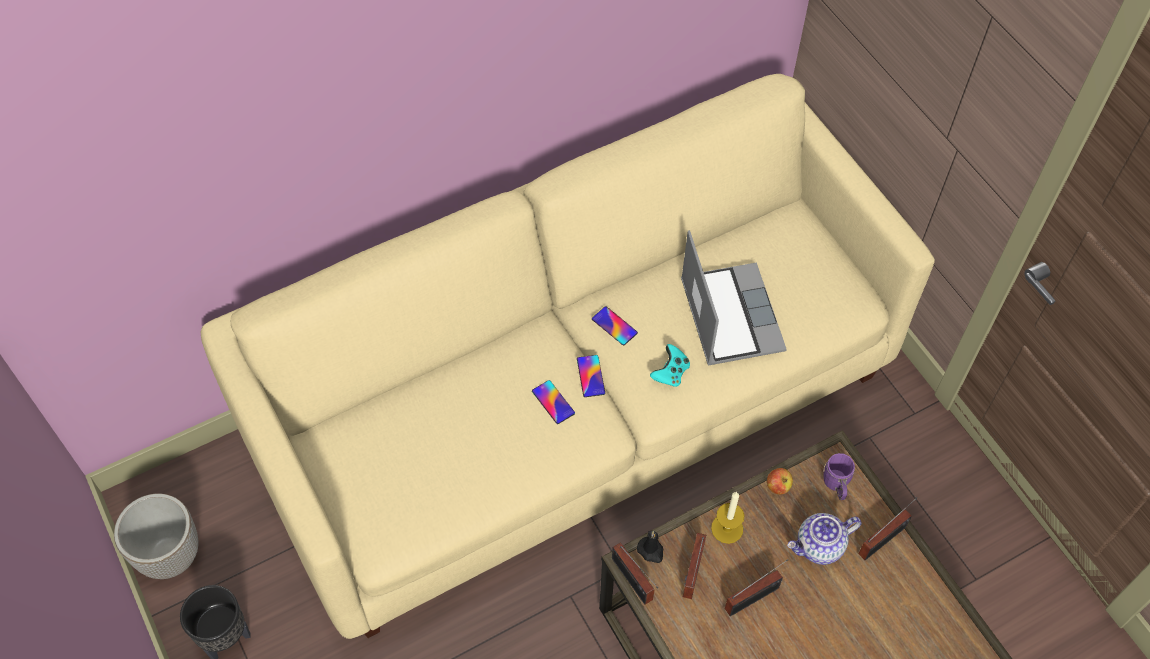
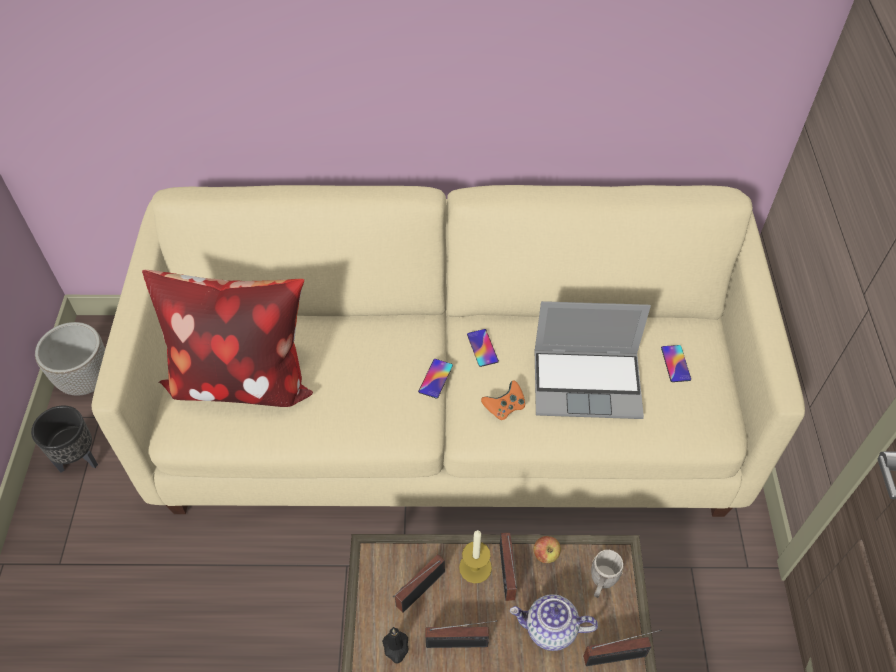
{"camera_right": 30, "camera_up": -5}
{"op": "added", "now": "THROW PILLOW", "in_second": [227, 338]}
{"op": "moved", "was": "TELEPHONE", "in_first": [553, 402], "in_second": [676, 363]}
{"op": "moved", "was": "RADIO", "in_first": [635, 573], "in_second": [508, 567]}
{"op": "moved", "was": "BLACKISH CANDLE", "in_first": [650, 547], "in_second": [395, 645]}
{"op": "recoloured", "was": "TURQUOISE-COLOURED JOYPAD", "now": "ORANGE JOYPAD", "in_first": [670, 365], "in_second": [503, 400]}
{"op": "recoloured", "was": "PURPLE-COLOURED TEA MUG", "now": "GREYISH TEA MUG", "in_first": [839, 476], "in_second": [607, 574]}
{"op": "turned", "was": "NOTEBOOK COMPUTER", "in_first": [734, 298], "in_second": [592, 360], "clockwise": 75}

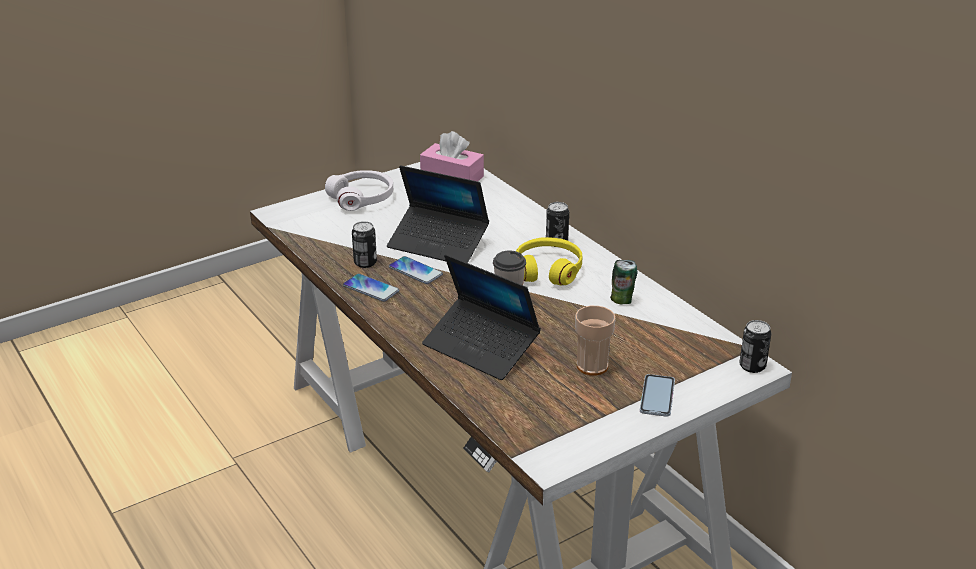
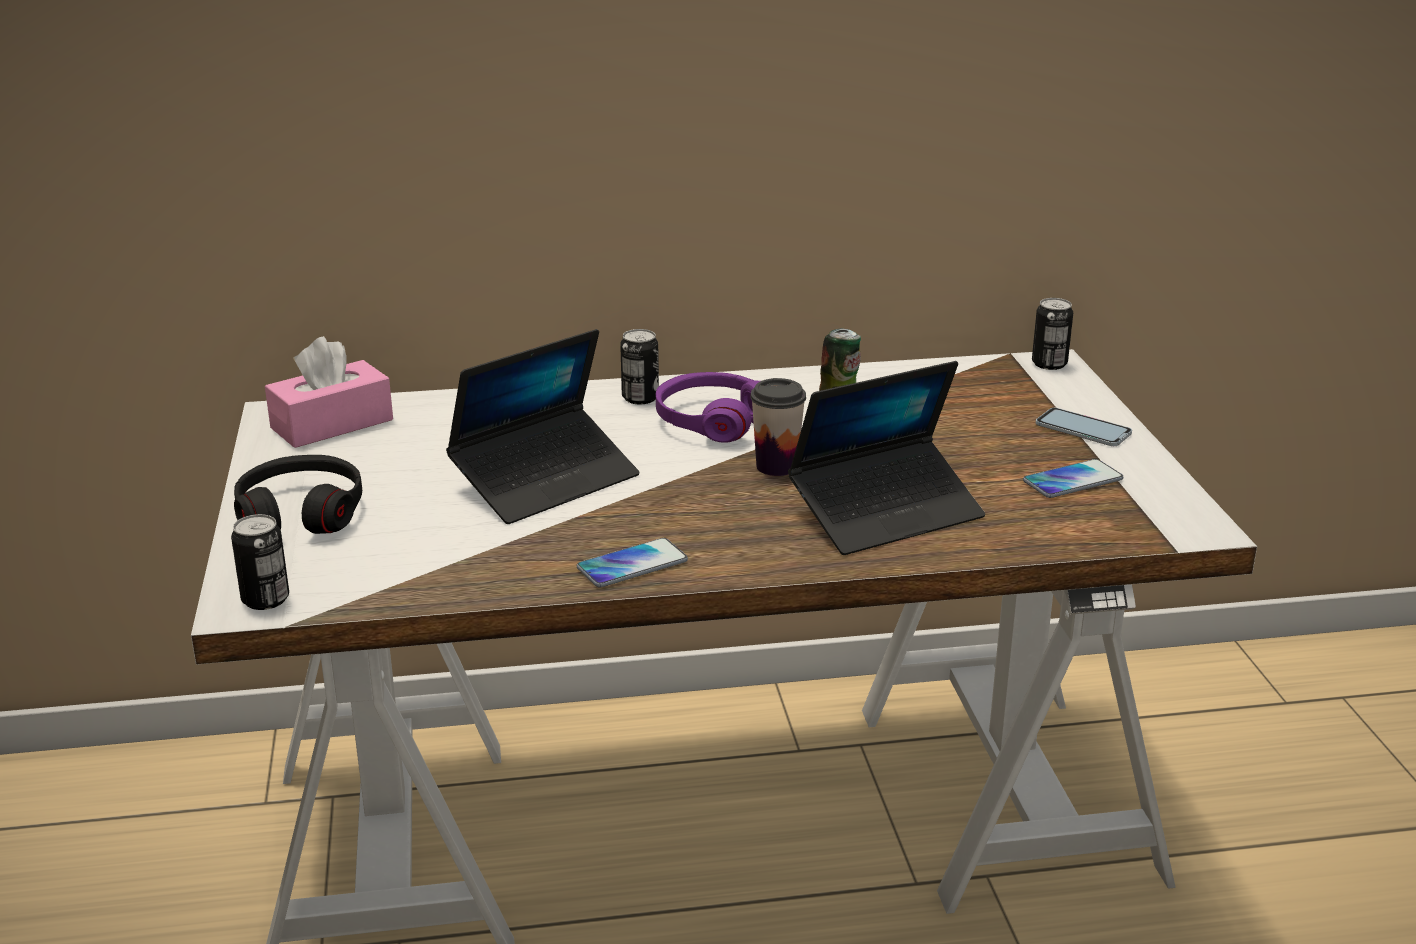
{"camera_right": -65, "camera_up": -5}
{"op": "removed", "was": "DRINKING CUP", "in_first": [595, 341]}
{"op": "moved", "was": "SEALED CAN", "in_first": [364, 244], "in_second": [260, 562]}
{"op": "moved", "was": "TELEPHONE", "in_first": [416, 270], "in_second": [1073, 478]}
{"op": "recoloured", "was": "WHITE-COLOURED HEADSET", "now": "BLACKISH HEADSET", "in_first": [359, 190], "in_second": [298, 494]}
{"op": "recoloured", "was": "YELLOW HEADSET", "now": "PURPLE-COLOURED HEADSET", "in_first": [549, 261], "in_second": [708, 407]}

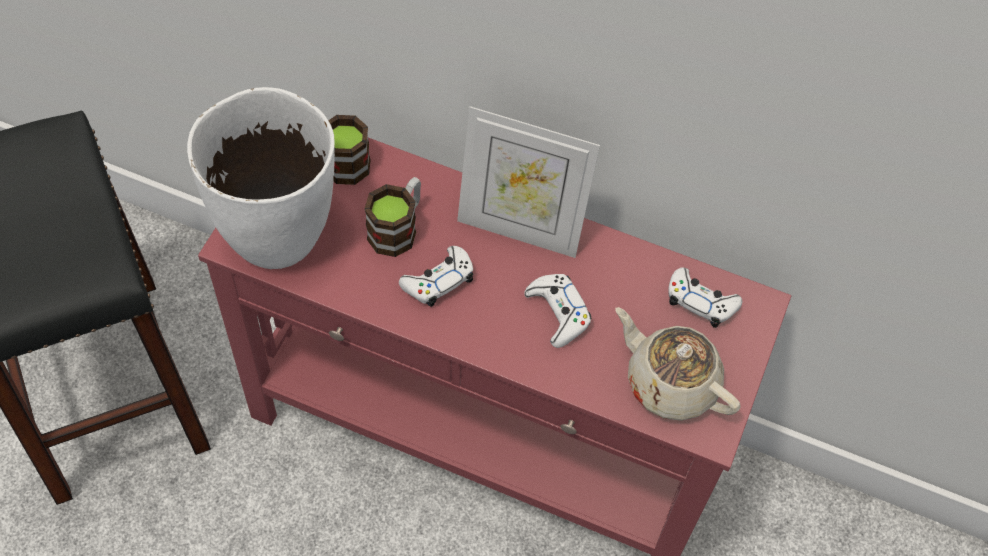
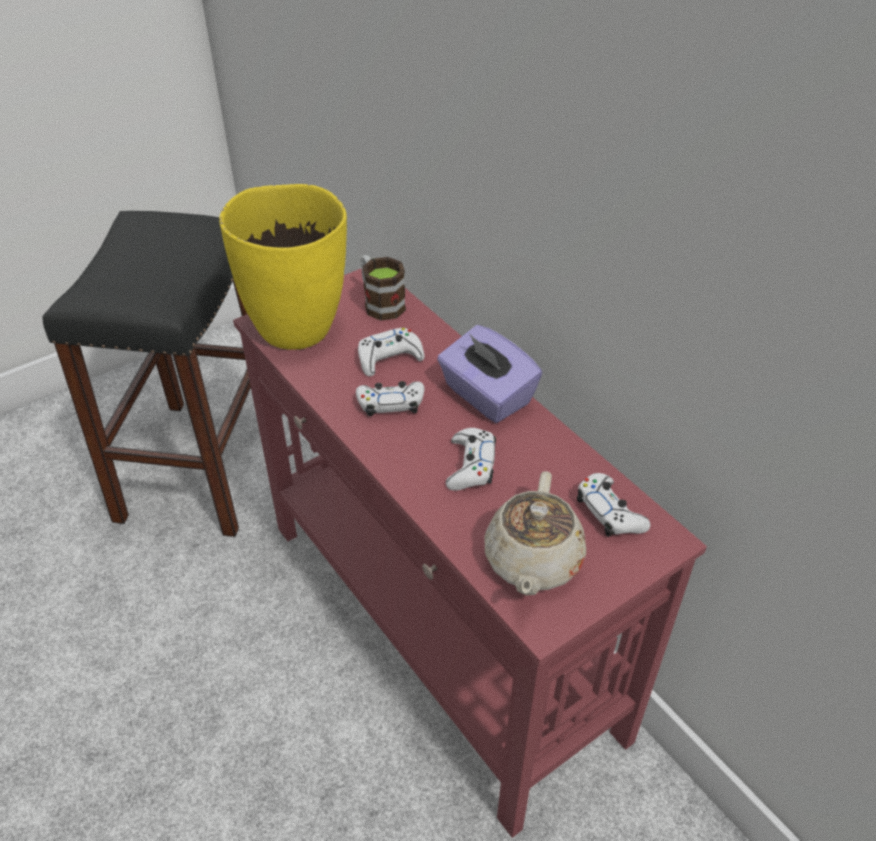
{"camera_right": 35, "camera_up": -15}
{"op": "replaced", "was": "TEA MUG", "now": "WHITE-COLOURED JOYPAD", "in_first": [392, 217], "in_second": [391, 352]}
{"op": "replaced", "was": "PHOTO FRAME", "now": "PURPLE-COLOURED TISSUE BOX", "in_first": [528, 182], "in_second": [490, 374]}
{"op": "recoloured", "was": "WHITE-COLOURED VASE", "now": "YELLOW VASE", "in_first": [261, 178], "in_second": [283, 267]}
{"op": "turned", "was": "SAND-COLOURED POT FOR TEA", "in_first": [678, 364], "in_second": [535, 533], "clockwise": -150}

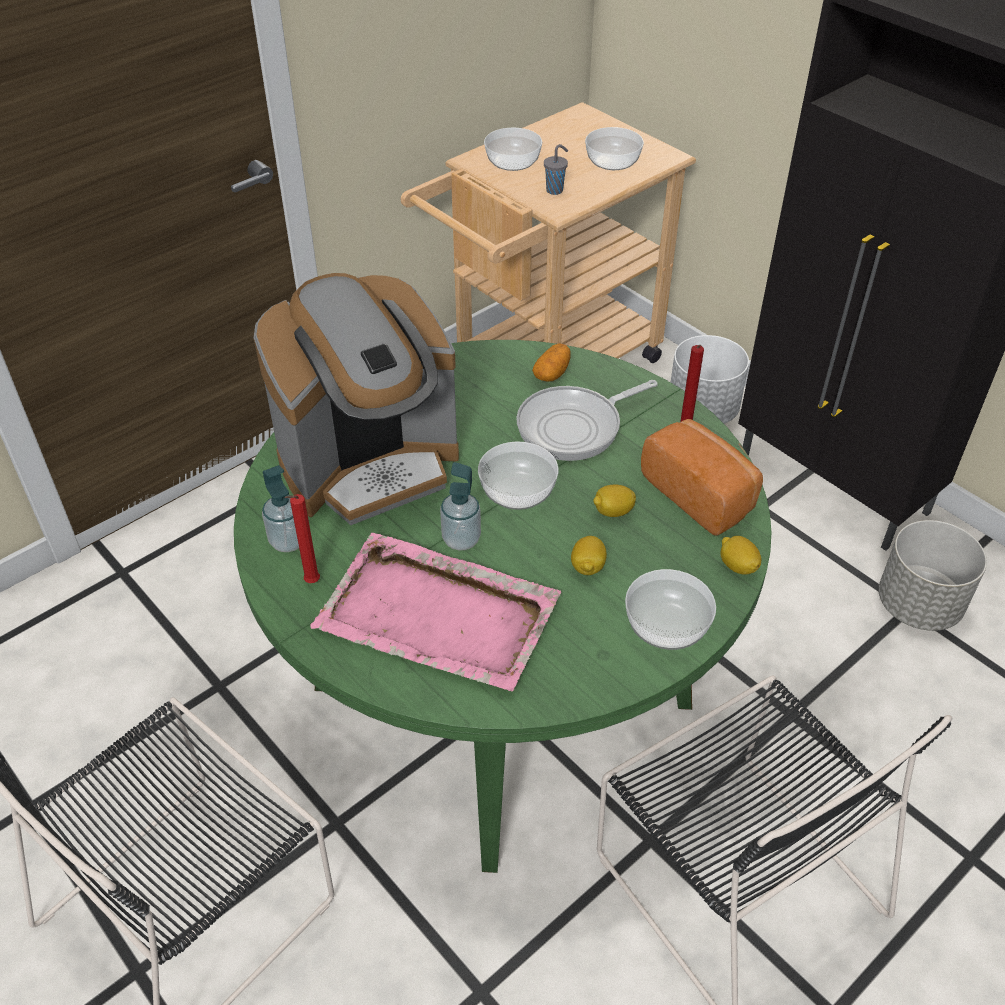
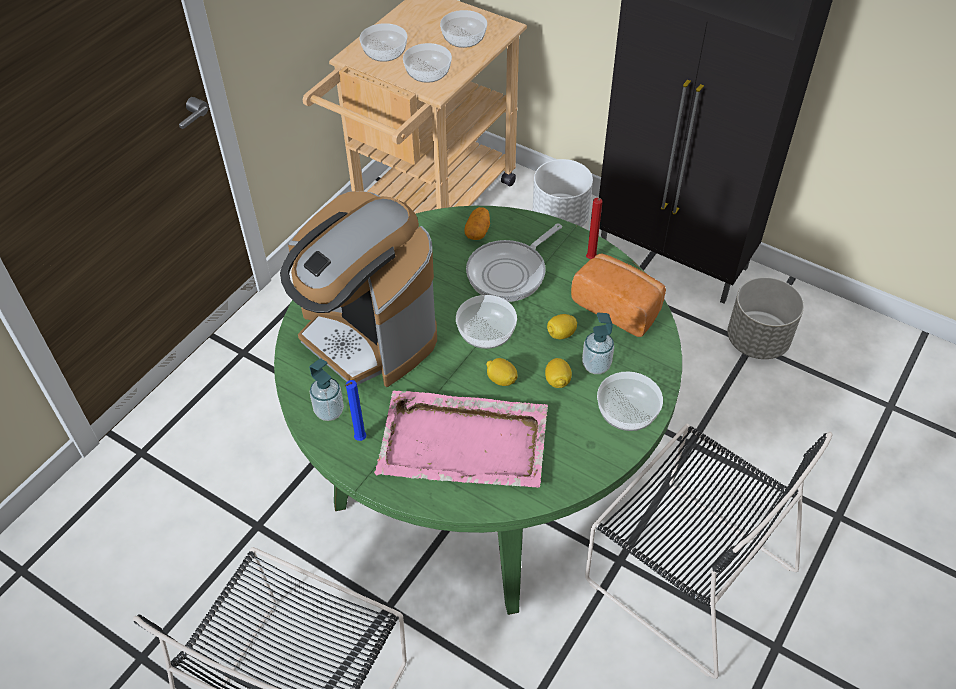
{"camera_right": -15, "camera_up": 5}
{"op": "moved", "was": "SOAP DISPENSER", "in_first": [460, 506], "in_second": [598, 343]}
{"op": "moved", "was": "CITRUS FRUIT", "in_first": [740, 555], "in_second": [502, 372]}
{"op": "replaced", "was": "GREYISH DRINKING CUP", "now": "BOWL", "in_first": [556, 169], "in_second": [427, 63]}
{"op": "recoloured", "was": "RED CANDLE", "now": "BLUISH CANDLE", "in_first": [302, 538], "in_second": [356, 410]}
{"op": "turned", "was": "COFFEE MACHINE", "in_first": [356, 399], "in_second": [358, 289], "clockwise": 90}

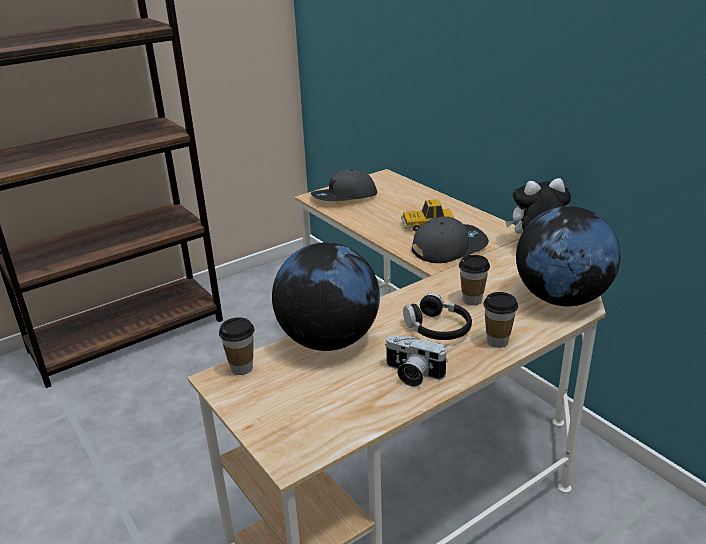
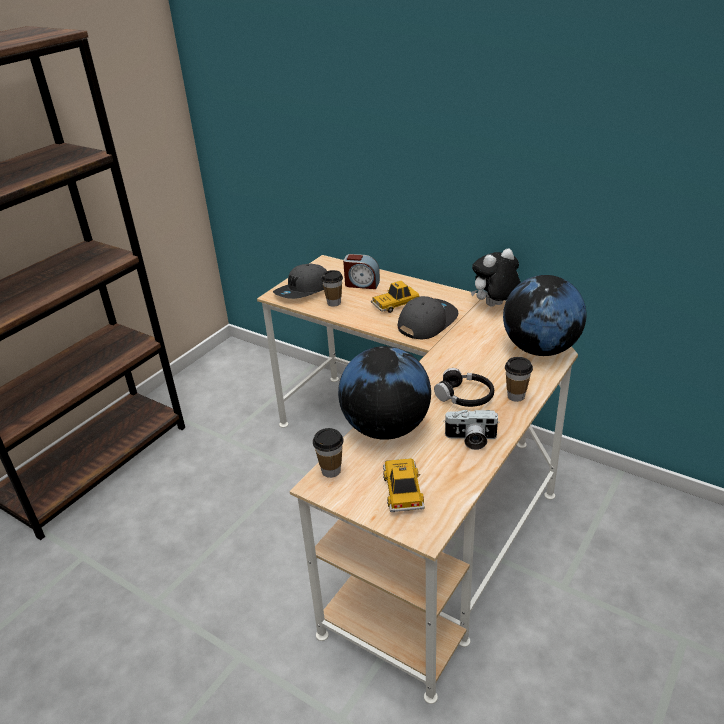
{"camera_right": -20, "camera_up": 5}
{"op": "added", "now": "TABLE CLOCK", "in_second": [361, 271]}
{"op": "added", "now": "TOY CAR", "in_second": [404, 485]}
{"op": "moved", "was": "DRINKING CUP", "in_first": [474, 280], "in_second": [332, 288]}

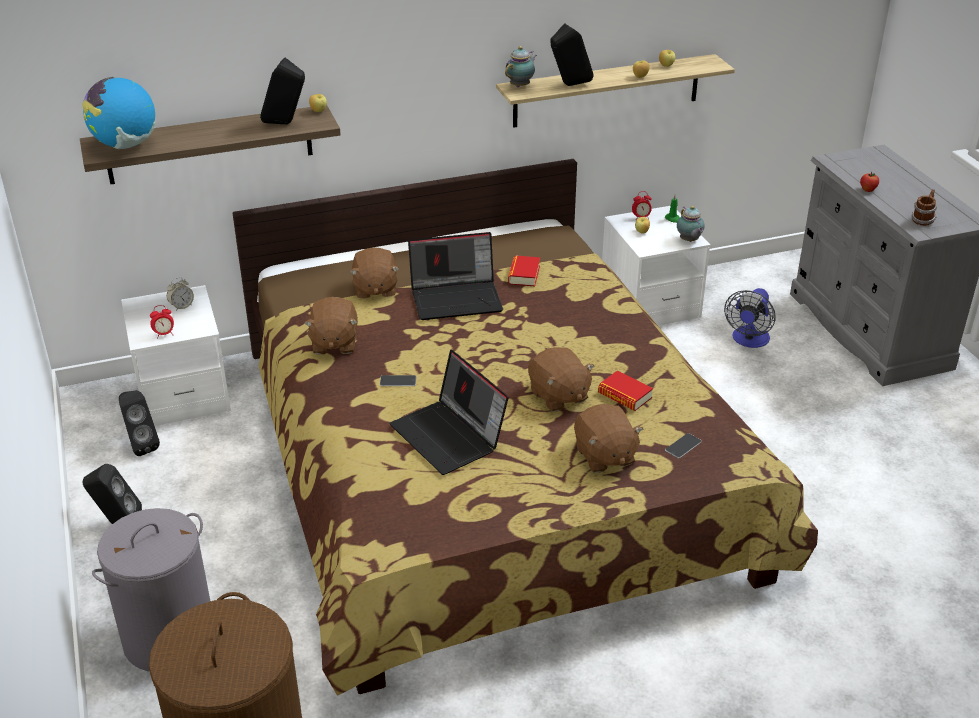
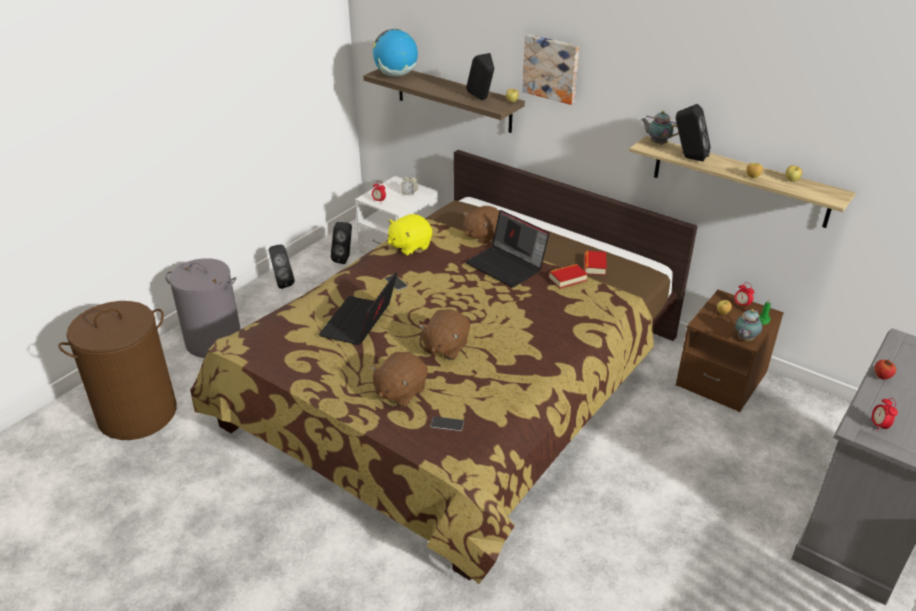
{"camera_right": 55, "camera_up": 0}
{"op": "removed", "was": "ELECTRIC FAN", "in_first": [750, 318]}
{"op": "added", "now": "WALL ART", "in_second": [550, 69]}
{"op": "moved", "was": "BOUND BOOK", "in_first": [625, 390], "in_second": [595, 263]}
{"op": "replaced", "was": "TEA MUG", "now": "TABLE CLOCK", "in_first": [924, 207], "in_second": [884, 415]}
{"op": "recoloured", "was": "BROWN-COLOURED CUDDLY TOY", "now": "YELLOW CUDDLY TOY", "in_first": [331, 326], "in_second": [410, 235]}
{"op": "recoloured", "was": "WHITE-COLOURED NIGHTSTAND", "now": "BROWN-COLOURED NIGHTSTAND", "in_first": [656, 265], "in_second": [730, 351]}
{"op": "turned", "was": "POT FOR TEA", "in_first": [521, 66], "in_second": [660, 128], "clockwise": -150}

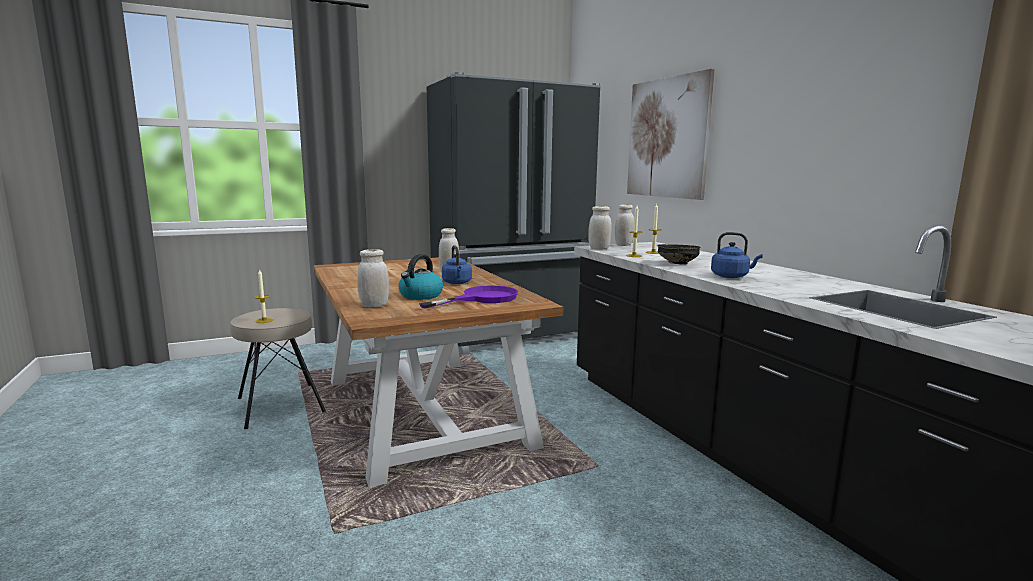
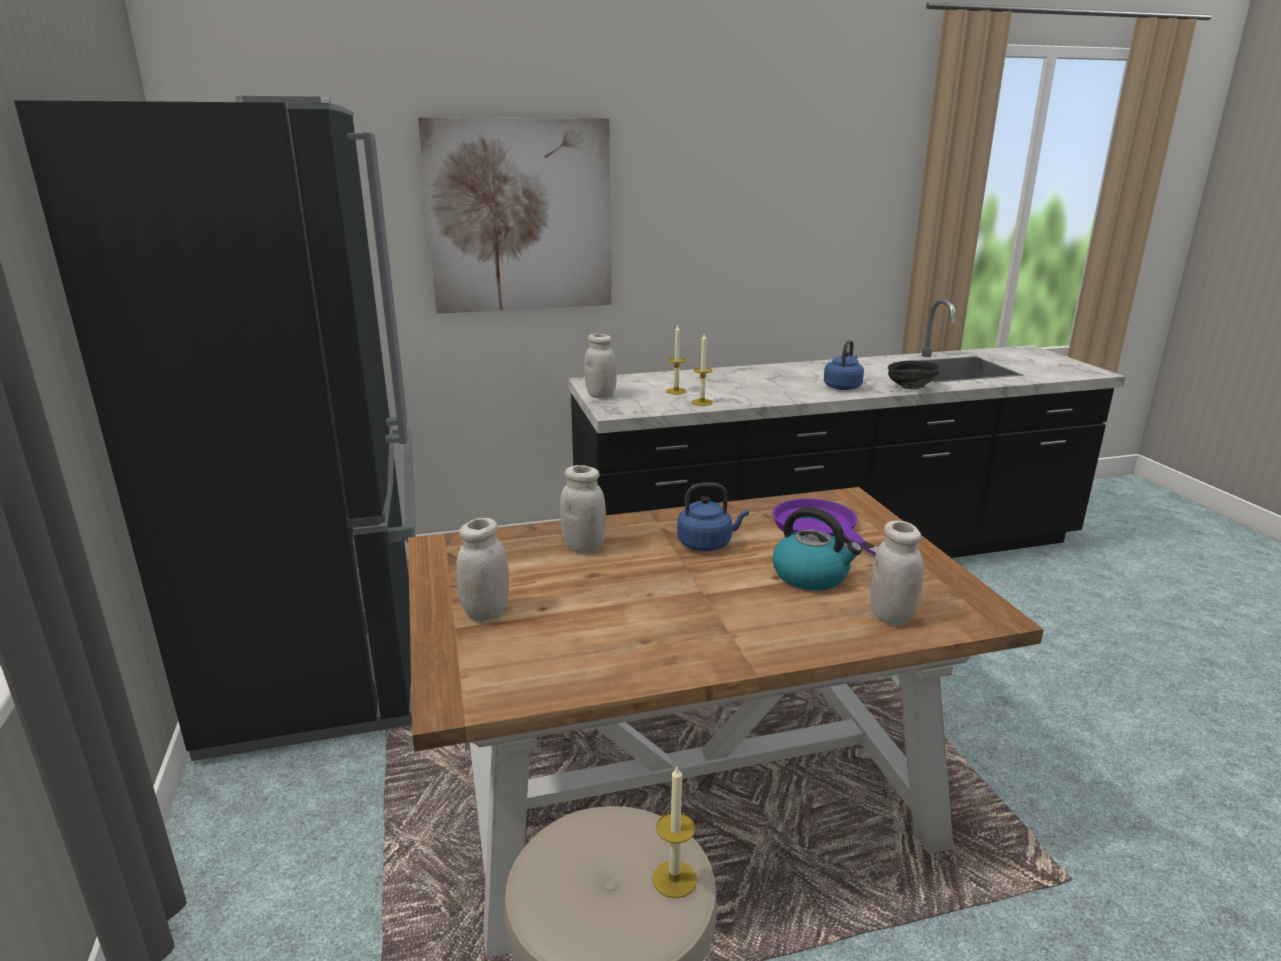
{"camera_right": -80, "camera_up": 10}
{"op": "moved", "was": "WHITE-COLOURED STORAGE JAR", "in_first": [600, 228], "in_second": [482, 570]}
{"op": "moved", "was": "BLACKISH BOWL", "in_first": [679, 254], "in_second": [914, 374]}

